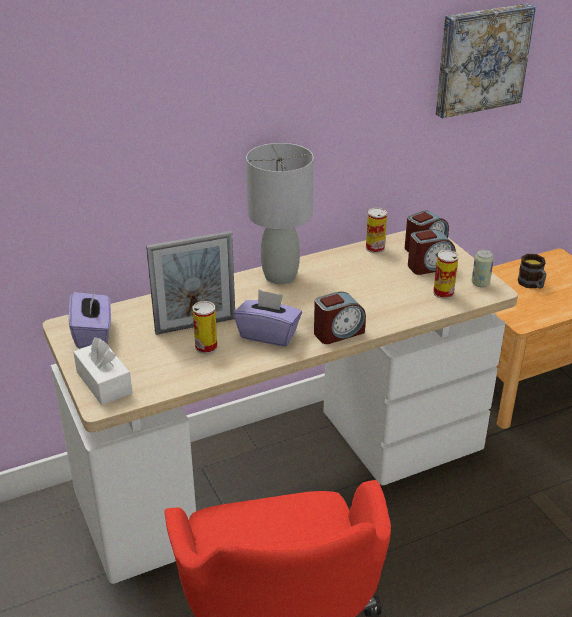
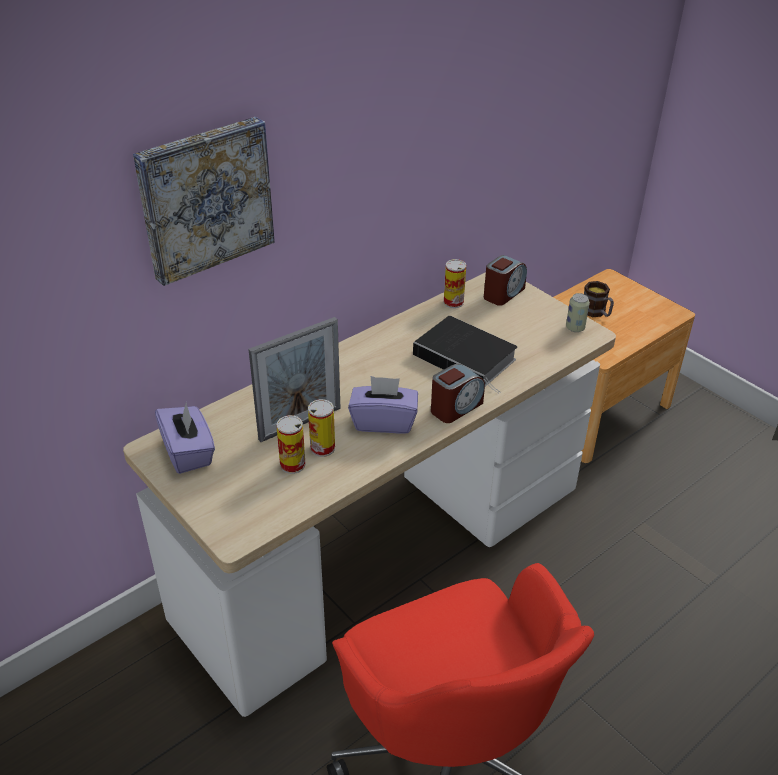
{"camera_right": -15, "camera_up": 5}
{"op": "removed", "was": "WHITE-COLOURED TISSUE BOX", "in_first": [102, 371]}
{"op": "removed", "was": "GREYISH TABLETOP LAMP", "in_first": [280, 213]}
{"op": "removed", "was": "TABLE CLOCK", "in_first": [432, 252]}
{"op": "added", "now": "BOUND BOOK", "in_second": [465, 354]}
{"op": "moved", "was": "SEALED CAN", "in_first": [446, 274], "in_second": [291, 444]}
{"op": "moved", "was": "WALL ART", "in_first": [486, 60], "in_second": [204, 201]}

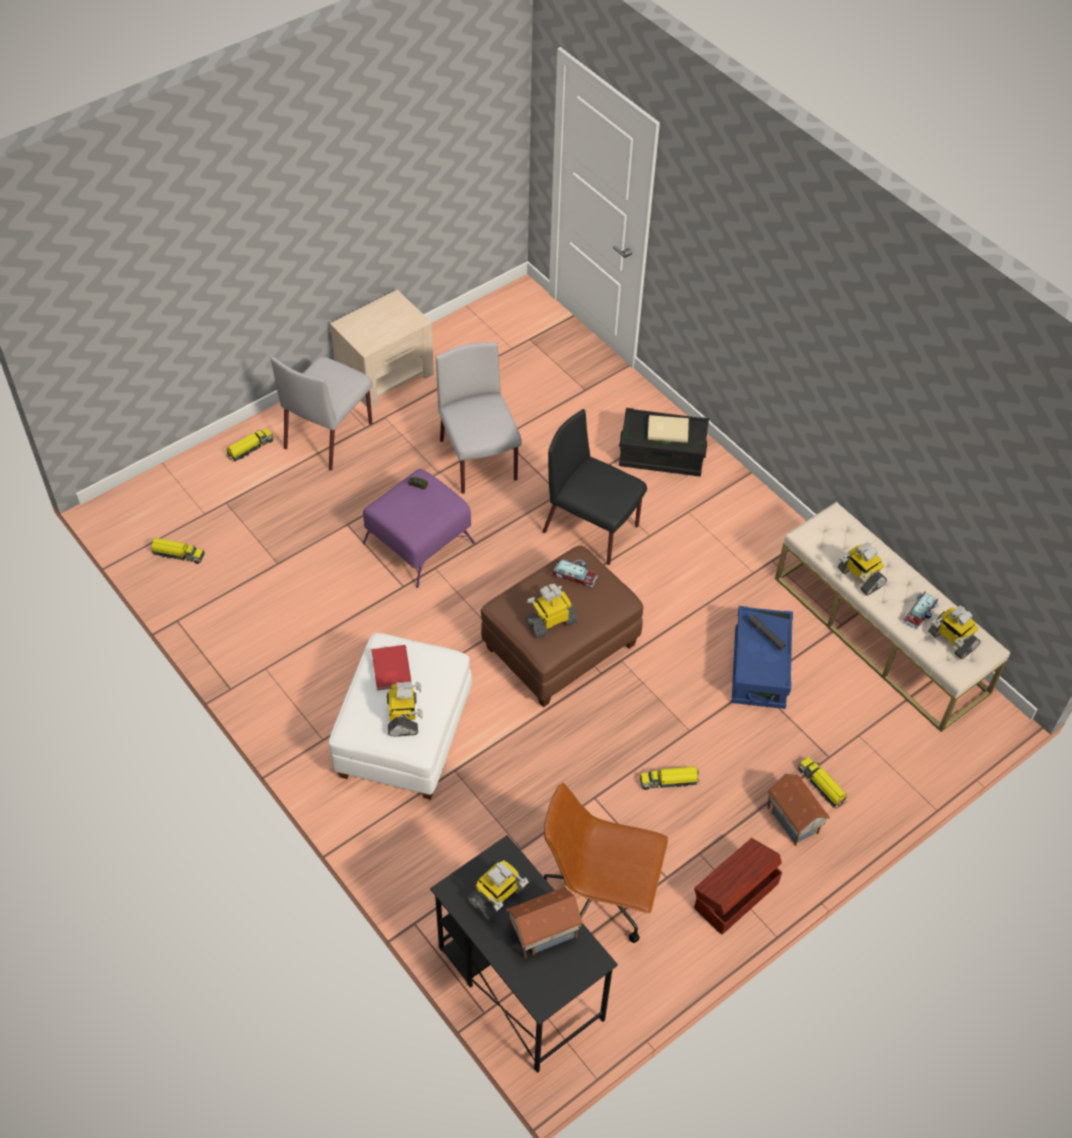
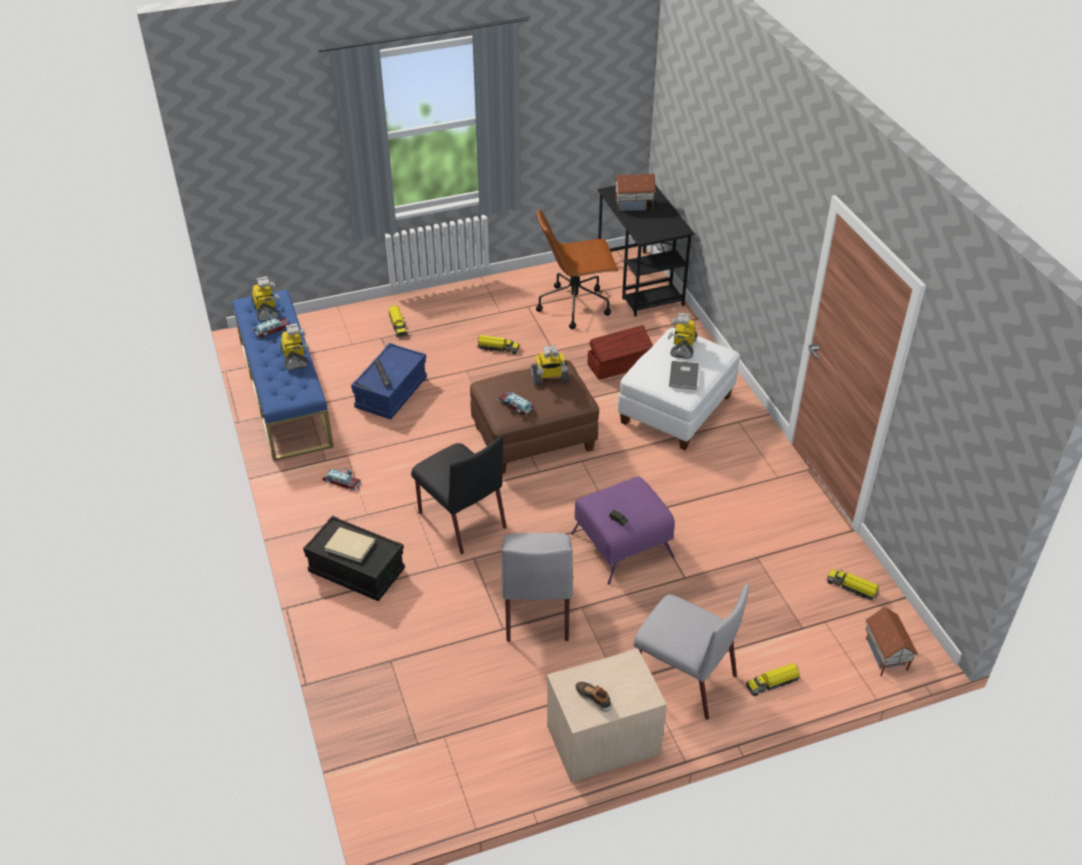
{"camera_right": -160, "camera_up": -10}
{"op": "removed", "was": "MODEL ROBOT", "in_first": [498, 890]}
{"op": "added", "now": "TOY CAR", "in_second": [341, 479]}
{"op": "added", "now": "SHOE", "in_second": [593, 697]}
{"op": "moved", "was": "BROWN-COLOURED STORAGE BIN", "in_first": [738, 886], "in_second": [620, 352]}
{"op": "moved", "was": "TOY HOUSE", "in_first": [798, 810], "in_second": [891, 642]}
{"op": "recoloured", "was": "RED BOUND BOOK", "now": "GREYISH BOUND BOOK", "in_first": [391, 667], "in_second": [684, 375]}
{"op": "recoloured", "was": "SAND-COLOURED INDOOR BENCH", "now": "BLUISH INDOOR BENCH", "in_first": [892, 617], "in_second": [283, 376]}
{"op": "turned", "was": "GREYISH CHAIR", "in_first": [322, 413], "in_second": [691, 652], "clockwise": 75}
{"op": "turned", "was": "BROWN-COLOURED DESK CHAIR", "in_first": [606, 863], "in_second": [577, 269], "clockwise": 135}

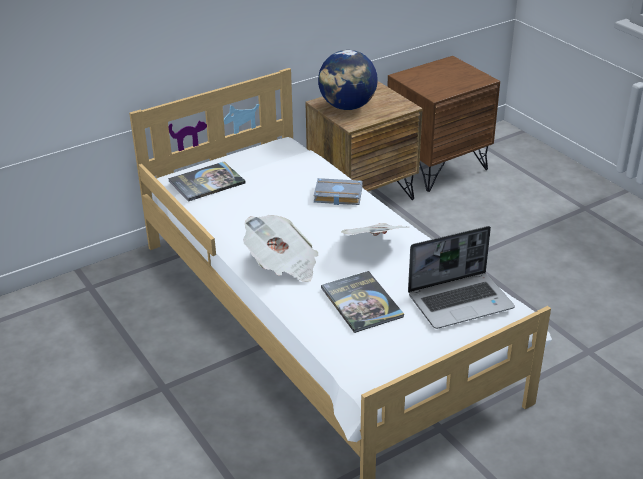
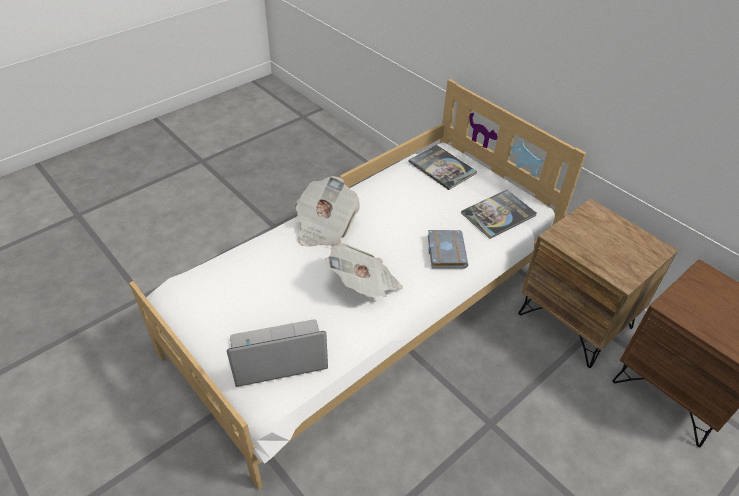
{"camera_right": 80, "camera_up": 10}
{"op": "removed", "was": "DESK GLOBE", "in_first": [347, 80]}
{"op": "moved", "was": "BOUND BOOK", "in_first": [362, 302], "in_second": [499, 214]}
{"op": "turned", "was": "NOTEBOOK COMPUTER", "in_first": [461, 277], "in_second": [277, 353], "clockwise": 105}

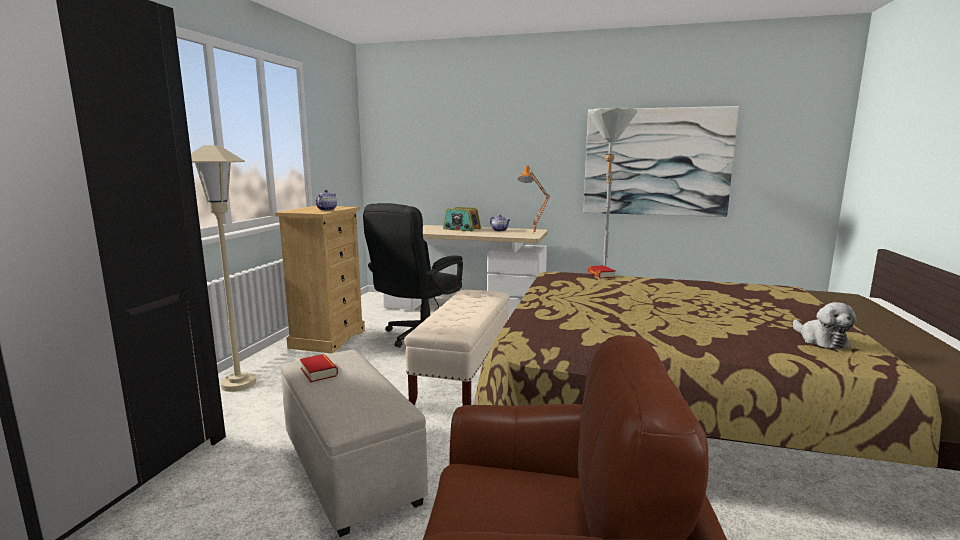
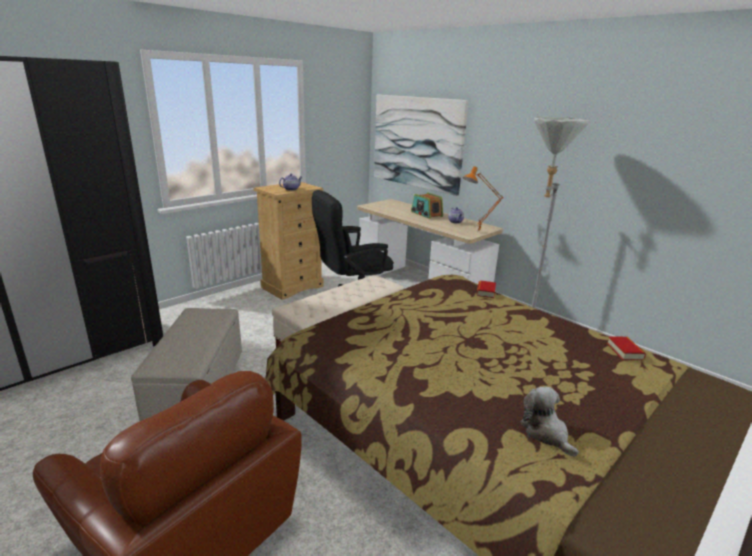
{"camera_right": 30, "camera_up": 10}
{"op": "removed", "was": "SAND-COLOURED FLOOR LAMP", "in_first": [223, 268]}
{"op": "moved", "was": "BOUND BOOK", "in_first": [319, 368], "in_second": [626, 348]}
{"op": "moved", "was": "WALL ART", "in_first": [661, 161], "in_second": [421, 145]}
{"op": "turned", "was": "CUDDLY TOY", "in_first": [825, 325], "in_second": [550, 422], "clockwise": 135}

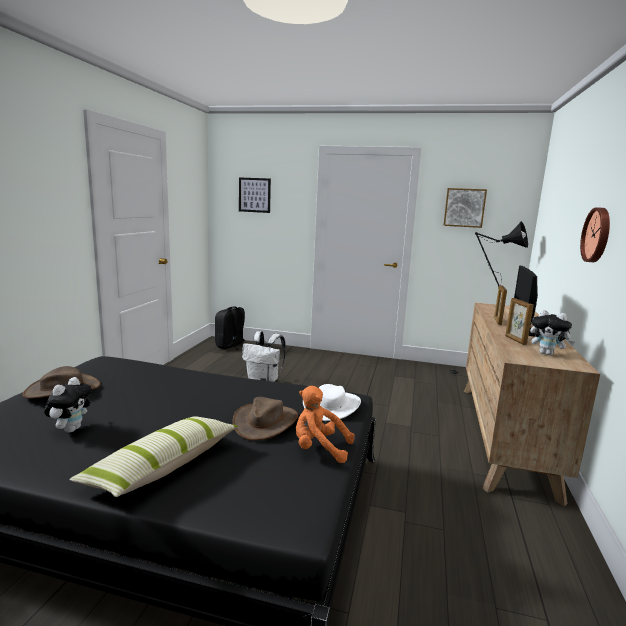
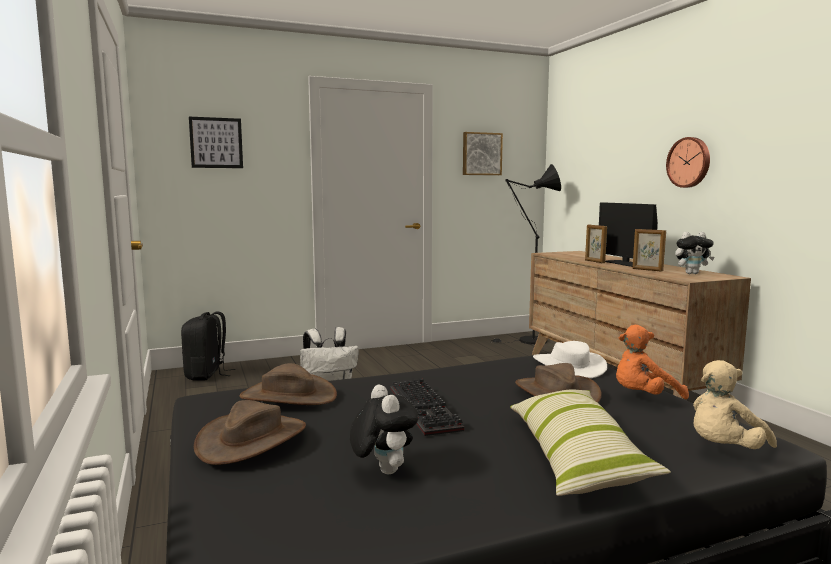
{"camera_right": -35, "camera_up": -5}
{"op": "added", "now": "BROWN-COLOURED WEARABLE HAT", "in_second": [288, 384]}
{"op": "added", "now": "KEYBOARD", "in_second": [427, 407]}
{"op": "added", "now": "SAND-COLOURED CUDDLY TOY", "in_second": [735, 404]}

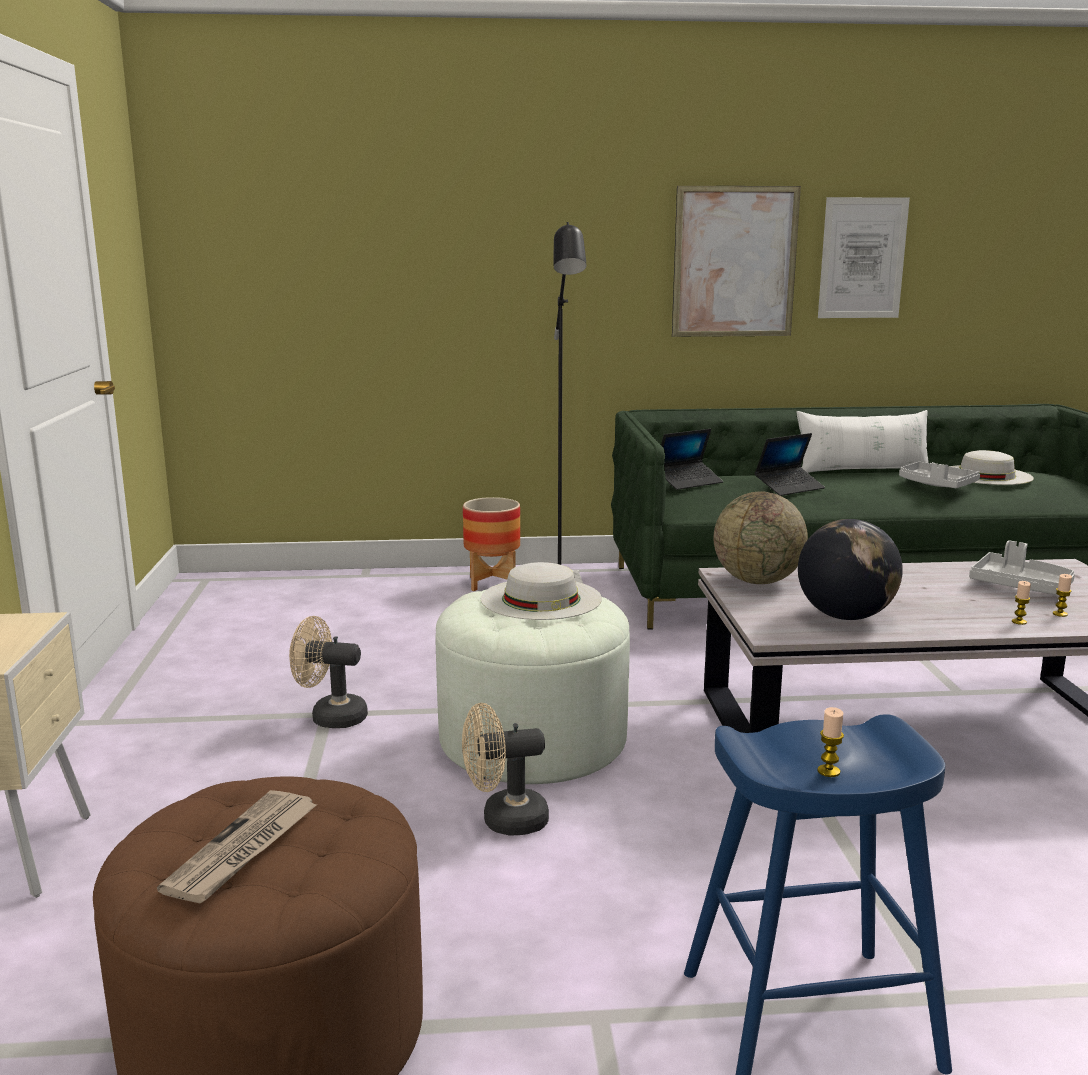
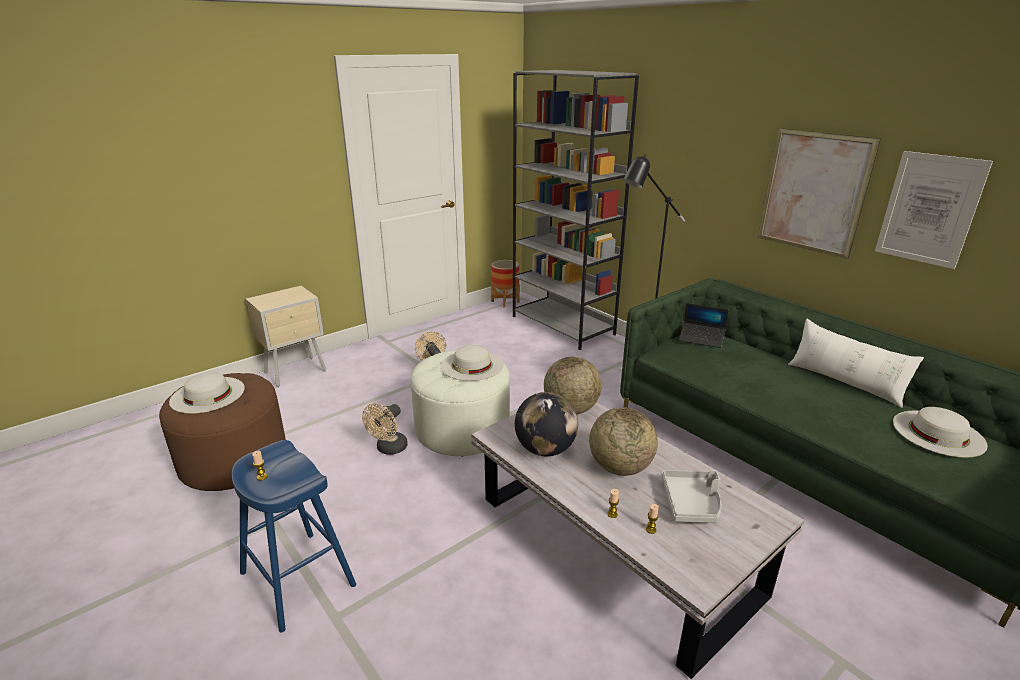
{"camera_right": 55, "camera_up": 10}
{"op": "removed", "was": "NOTEBOOK COMPUTER", "in_first": [789, 464]}
{"op": "removed", "was": "GREYISH TRAY", "in_first": [939, 475]}
{"op": "added", "now": "GREYISH BOOKCASE", "in_second": [576, 210]}
{"op": "added", "now": "DESK GLOBE", "in_second": [623, 441]}
{"op": "moved", "was": "FLOWER POT", "in_first": [491, 544], "in_second": [505, 284]}
{"op": "replaced", "was": "DAILY PAPER", "now": "WHITE-COLOURED WEARABLE HAT", "in_first": [237, 846], "in_second": [207, 393]}
{"op": "turned", "was": "SAND-COLOURED ELECTRIC FAN", "in_first": [505, 769], "in_second": [385, 429], "clockwise": -105}

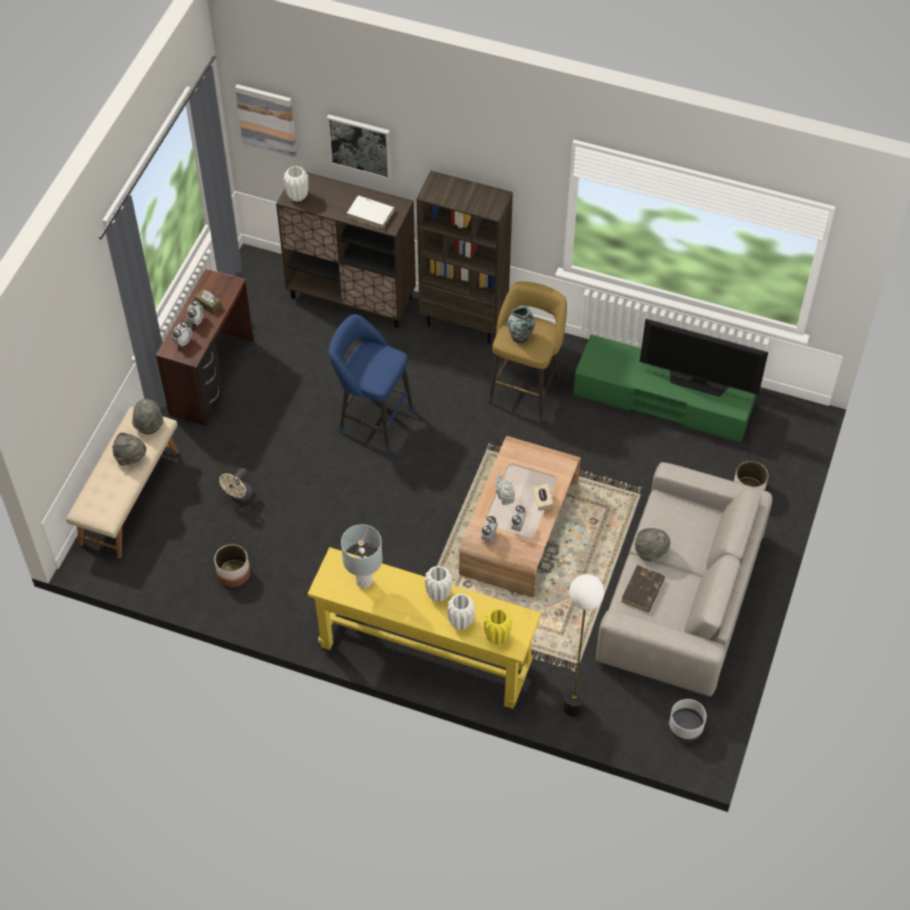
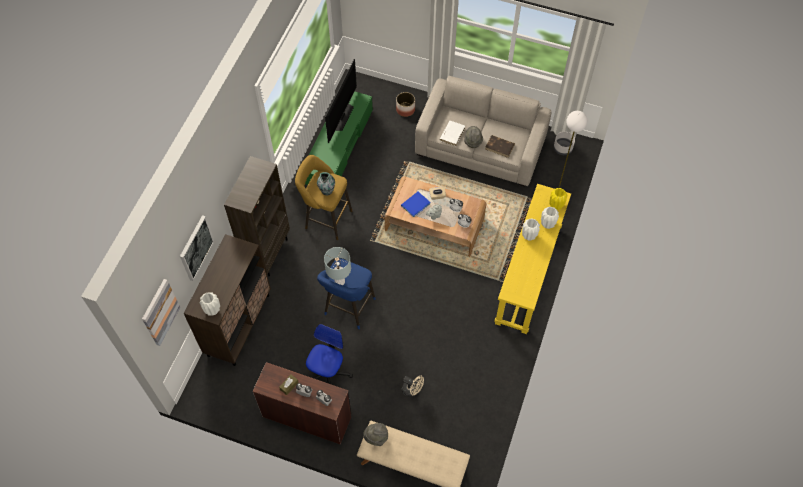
{"camera_right": -90, "camera_up": 5}
{"op": "removed", "was": "GREYISH WEARABLE HAT", "in_first": [129, 449]}
{"op": "removed", "was": "FLOWER POT", "in_first": [232, 565]}
{"op": "added", "now": "DESK CHAIR", "in_second": [329, 354]}
{"op": "added", "now": "BLUISH BOUND BOOK", "in_second": [416, 204]}
{"op": "moved", "was": "GREYISH TABLETOP LAMP", "in_first": [362, 556], "in_second": [337, 266]}
{"op": "moved", "was": "WHITE-COLOURED BOUND BOOK", "in_first": [371, 212], "in_second": [452, 133]}

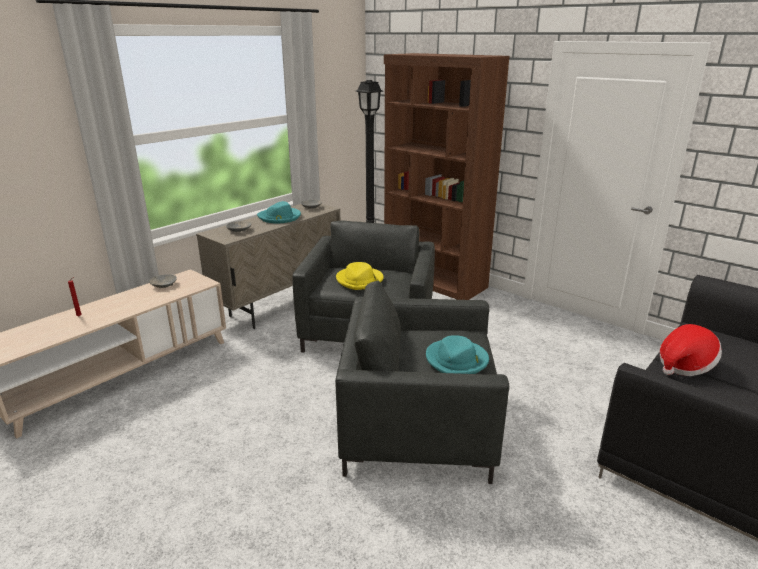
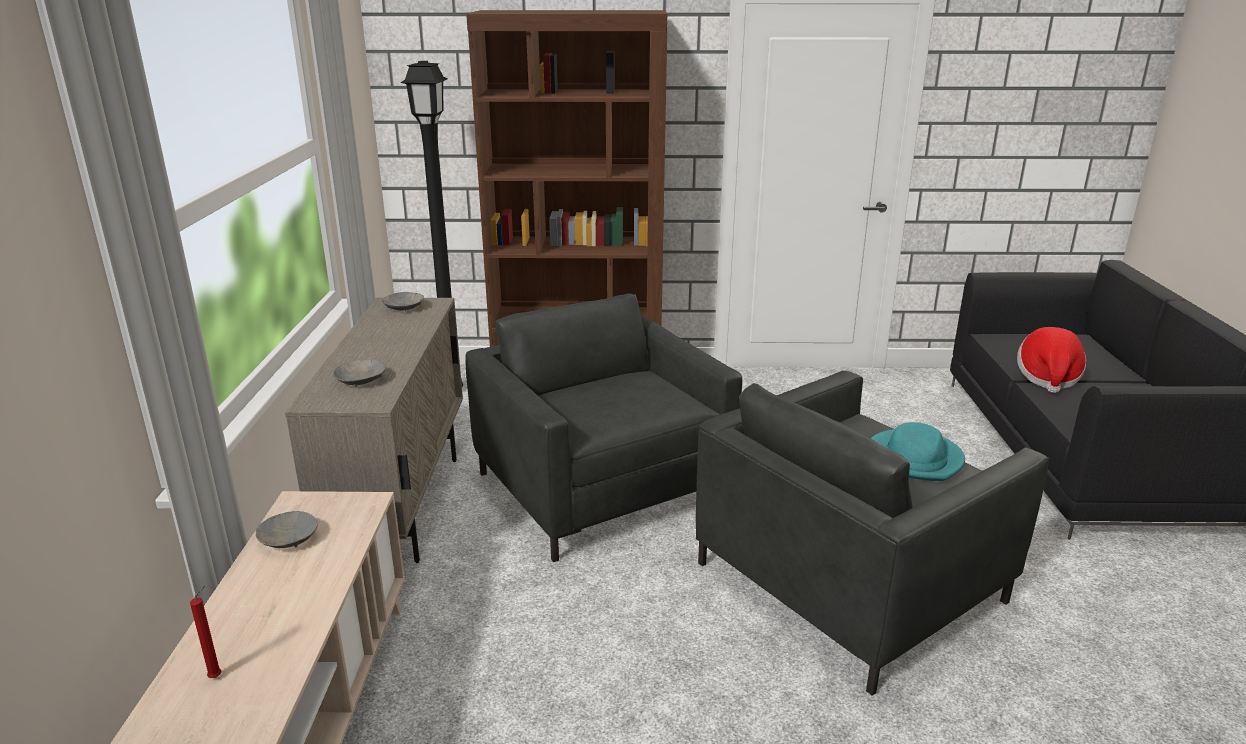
{"camera_right": -40, "camera_up": 0}
{"op": "removed", "was": "TURQUOISE-COLOURED WEARABLE HAT", "in_first": [279, 212]}
{"op": "removed", "was": "YELLOW WEARABLE HAT", "in_first": [360, 276]}

